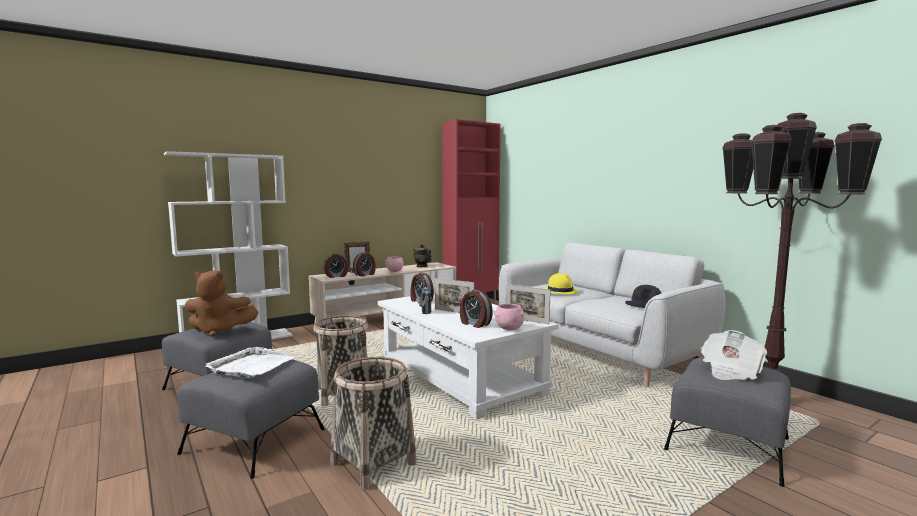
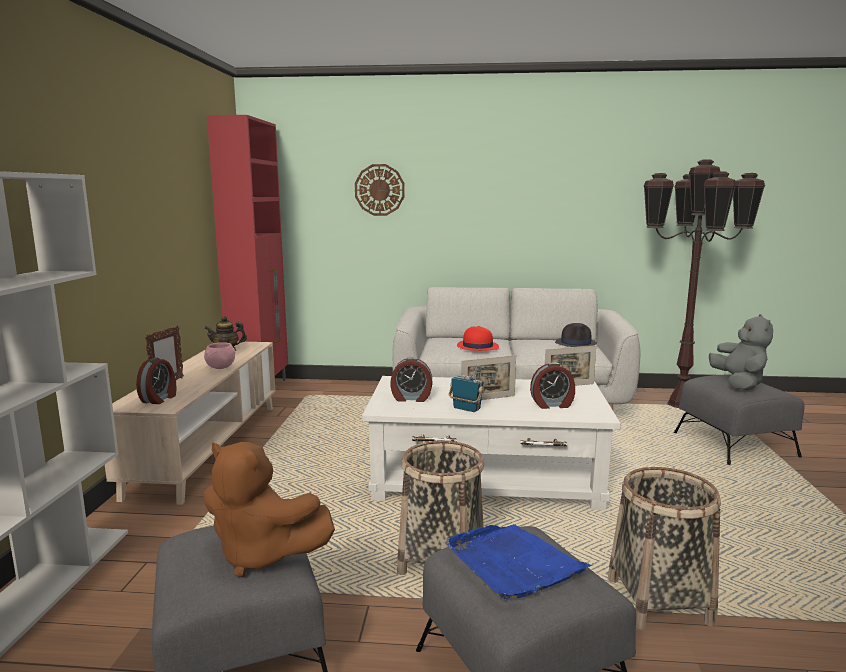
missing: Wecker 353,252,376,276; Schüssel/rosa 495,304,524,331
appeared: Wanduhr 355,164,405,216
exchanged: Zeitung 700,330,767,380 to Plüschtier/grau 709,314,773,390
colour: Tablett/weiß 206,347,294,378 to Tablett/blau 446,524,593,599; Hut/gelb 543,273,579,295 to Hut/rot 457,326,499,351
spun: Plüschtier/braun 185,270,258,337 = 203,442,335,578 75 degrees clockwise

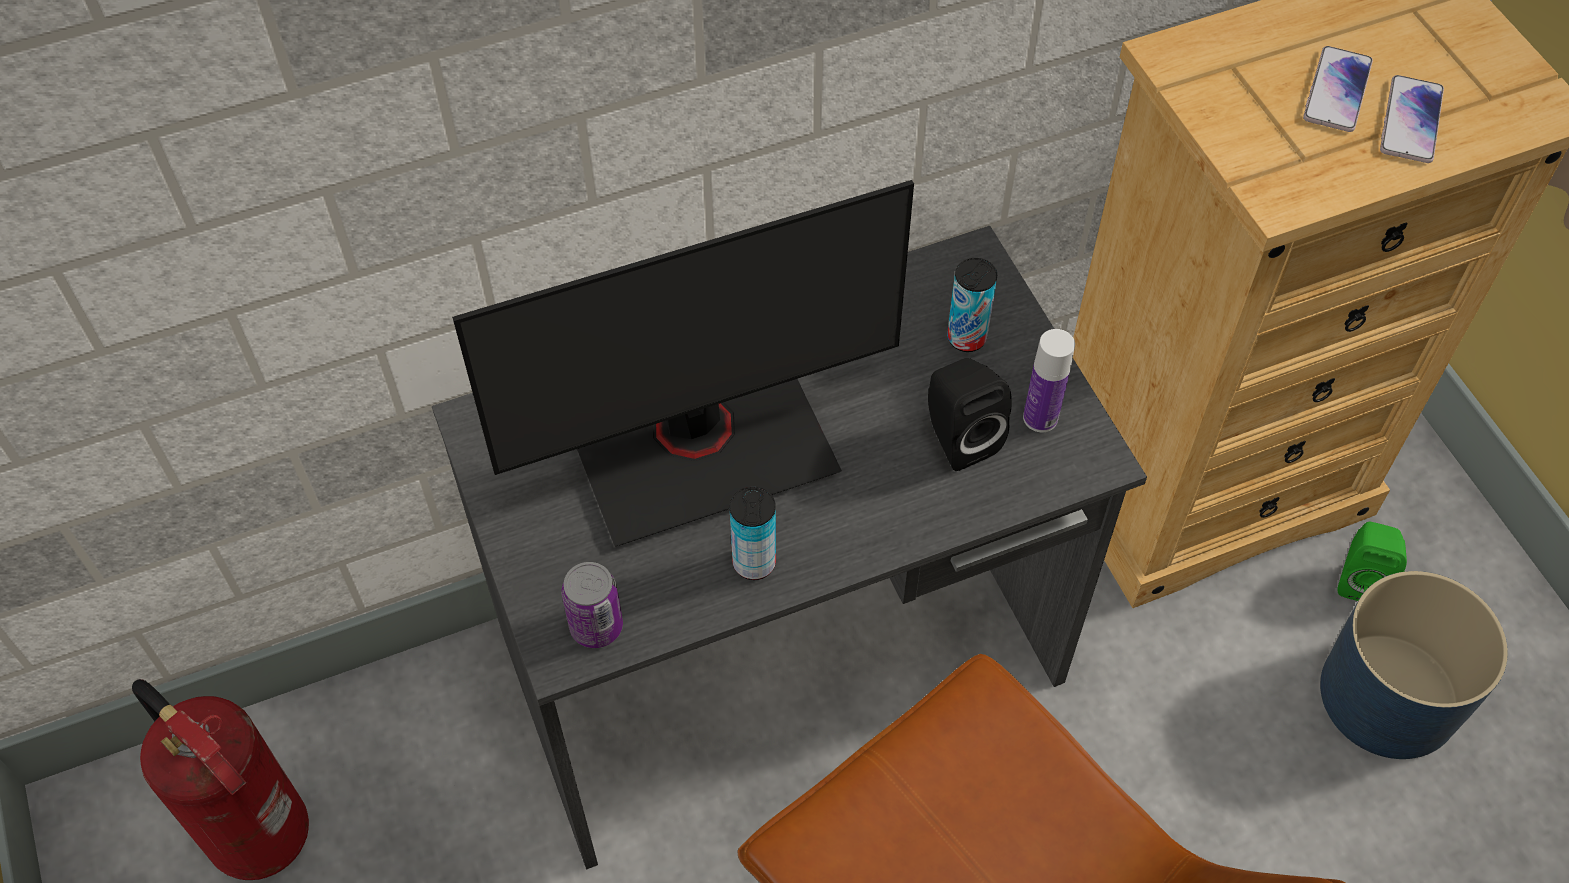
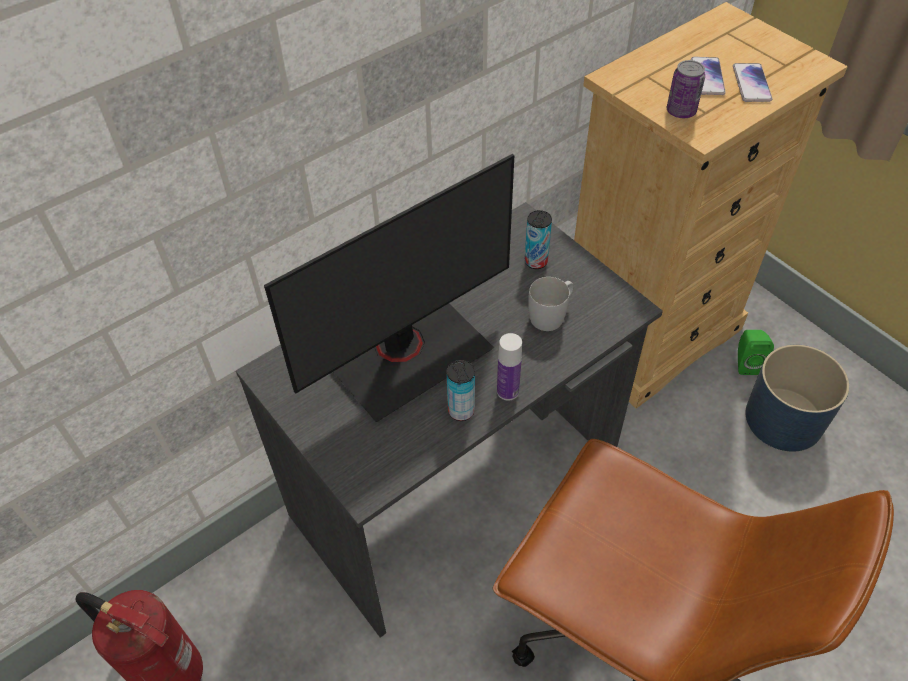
relocated: Dose 561,562,623,648 to 667,60,705,118; Flasche 1023,329,1075,432 to 497,333,522,401
exchanged: Lautsprecher/schwarz 928,358,1012,471 to Henkelbecher/weiß 528,277,574,331

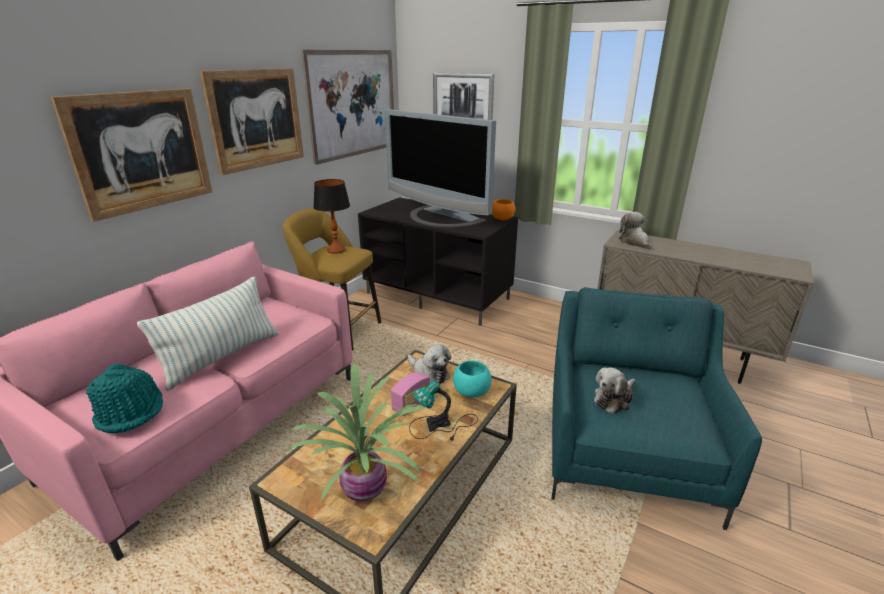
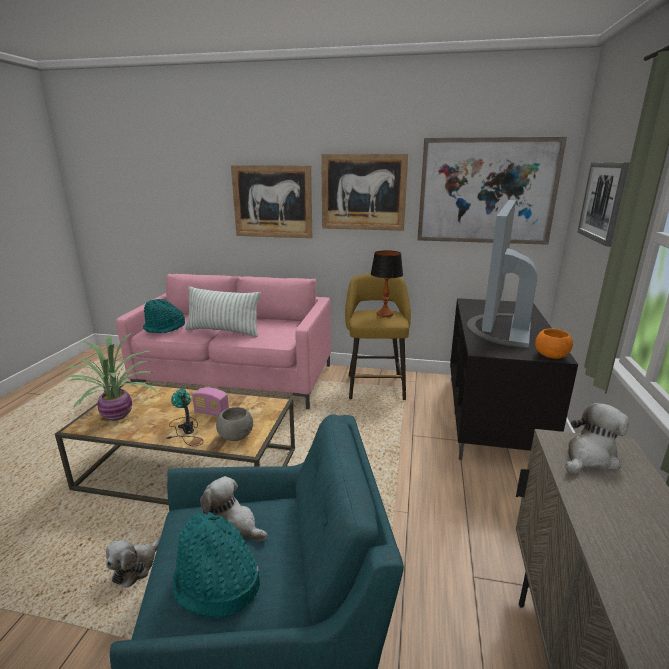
appeared: Hut/türkis 172,512,260,618
relocated: Plüschtier 408,344,451,385 to 106,536,161,588
colour: Schüssel/türkis 453,360,492,398 to Schüssel/grau 216,407,253,441

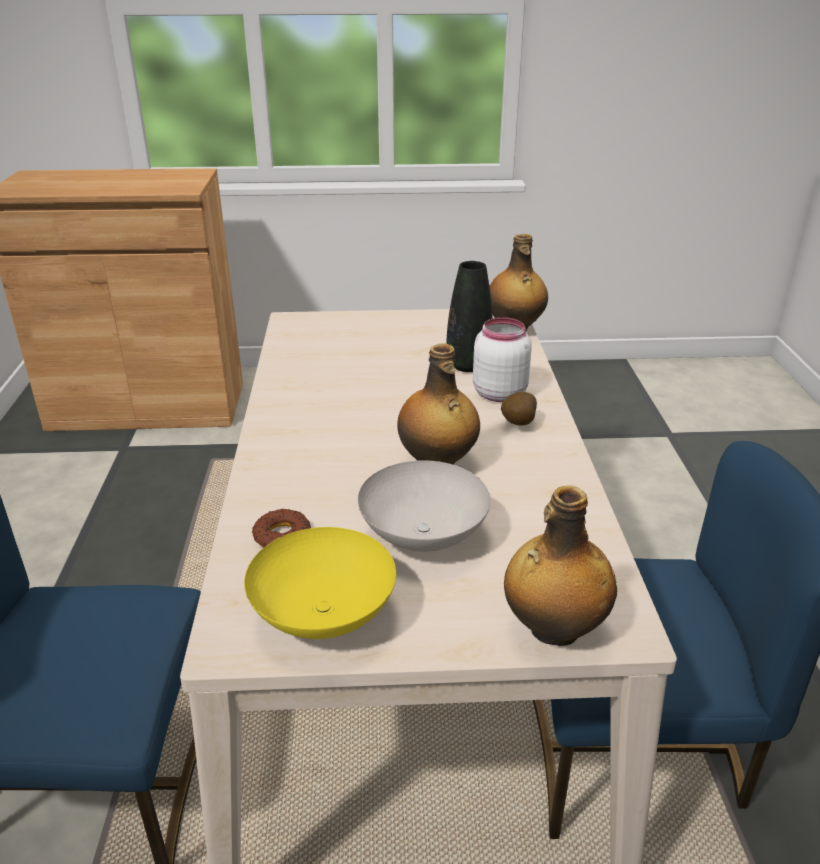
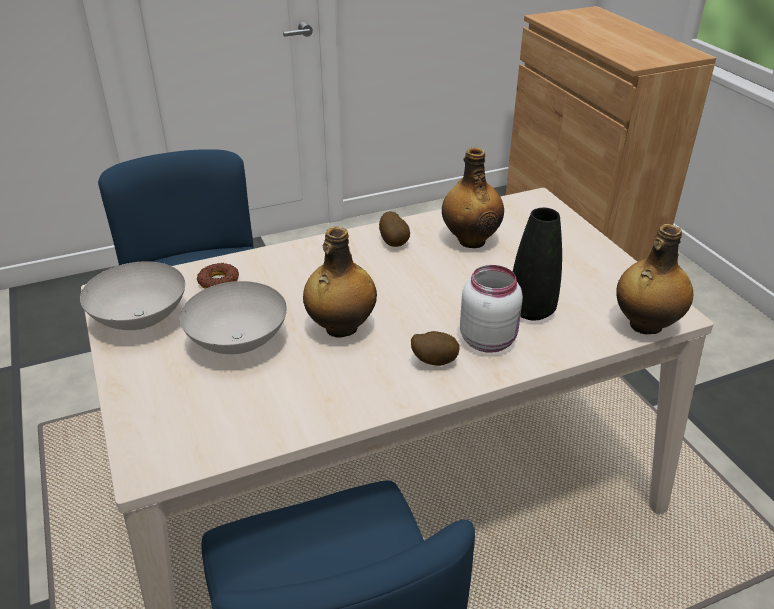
appeared: Kartoffel 379,211,410,247
relocated: Flasche 504,485,617,646 to 442,148,504,248
colour: Schüssel/gelb 244,527,396,639 to Schüssel/weiß 80,261,185,330

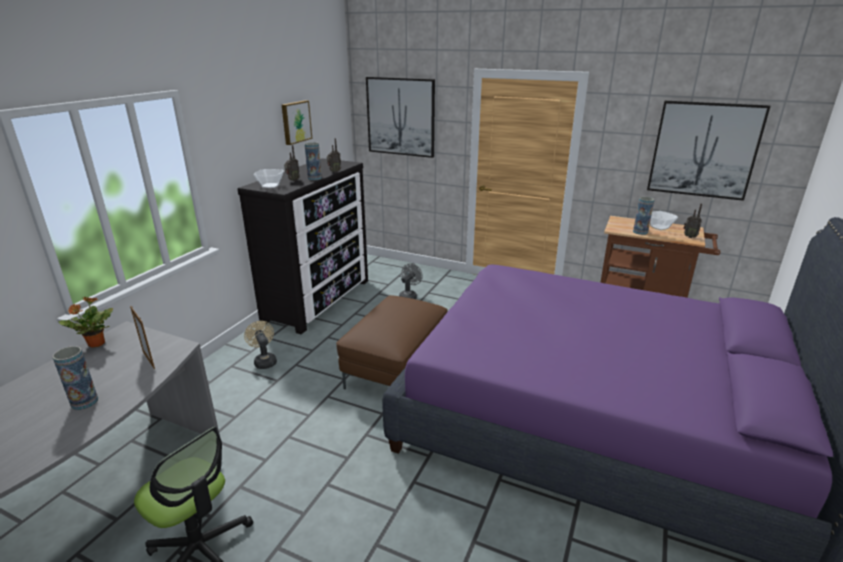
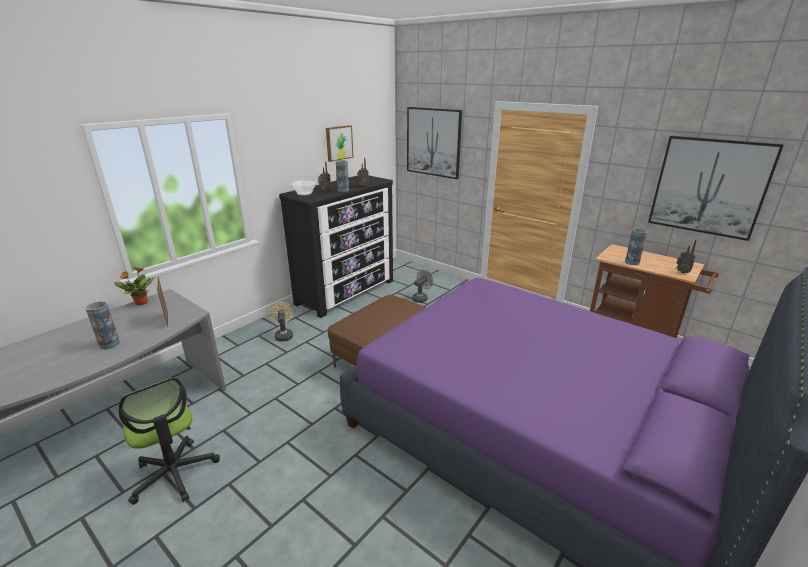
missing: Schüssel 650,211,678,230

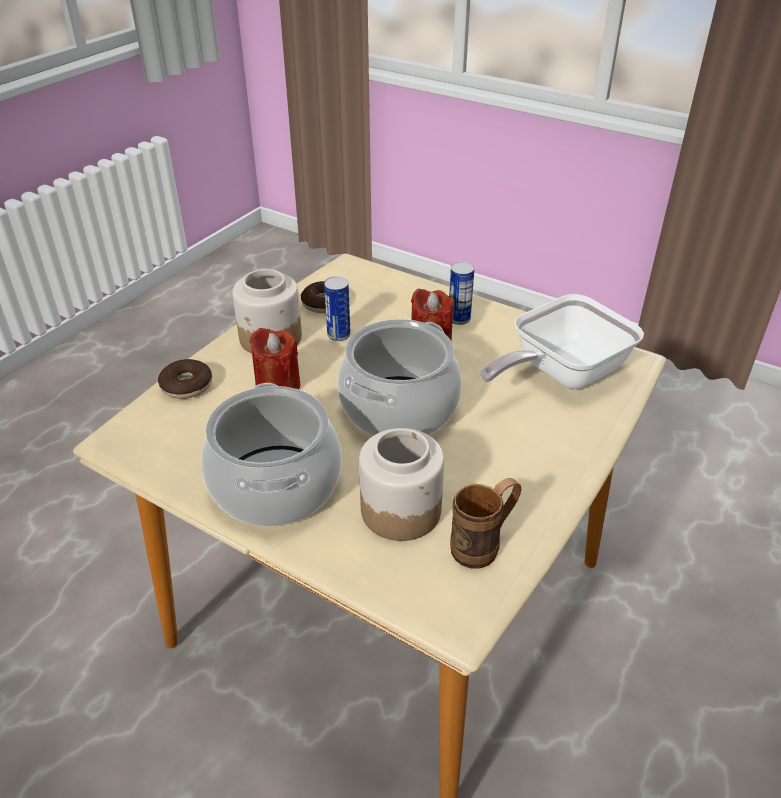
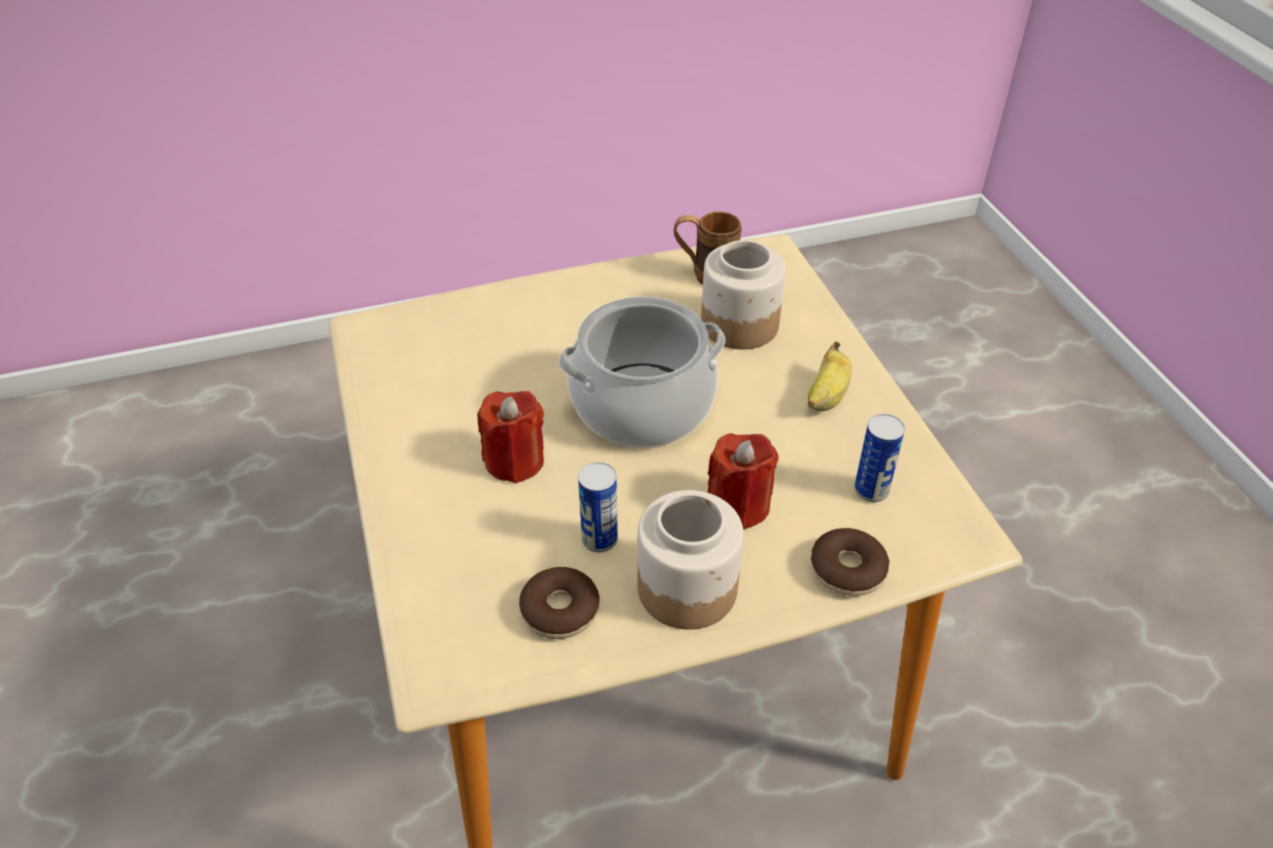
missing: Pfanne 480,294,644,389
relocated: Dose 449,262,475,325 to 854,414,905,502
exchanged: Kochtopf 201,383,341,527 to Banane 808,341,852,411

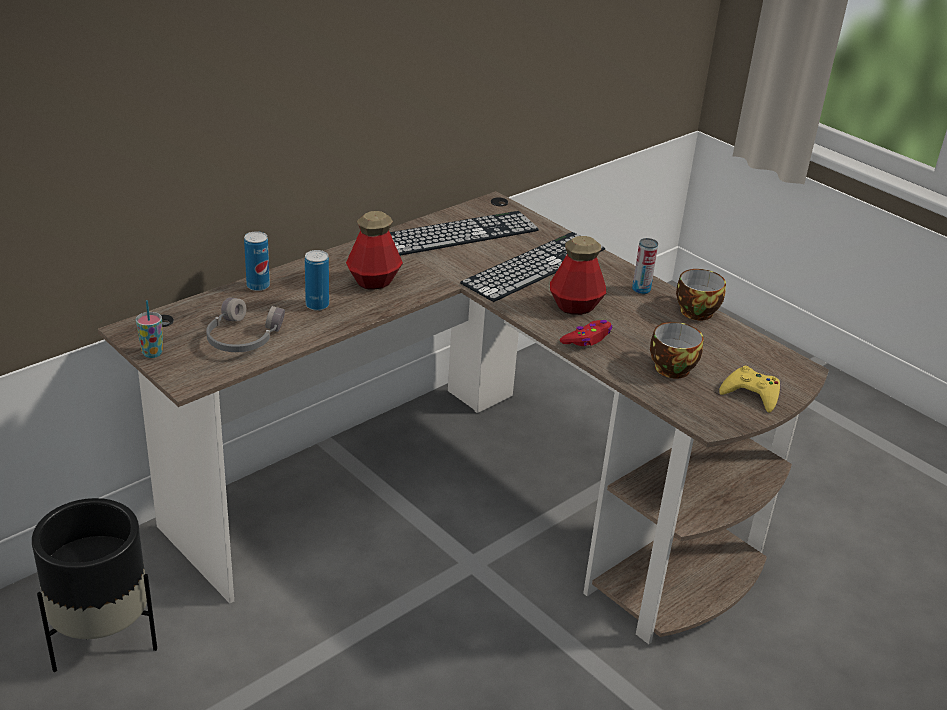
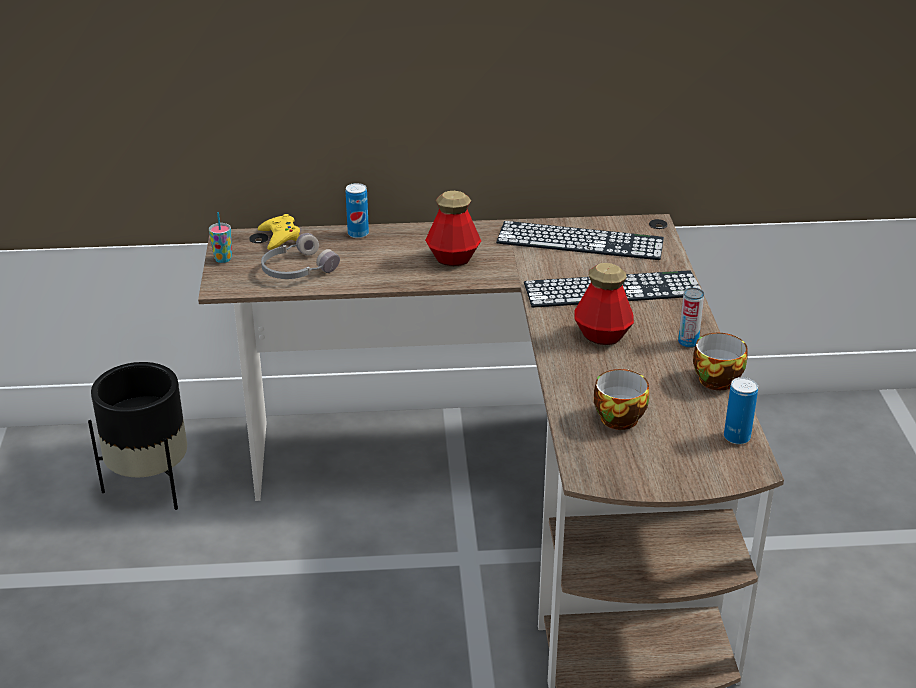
missing: Gamepad/rot 560,320,612,346
relocated: Dose 305,250,329,311 to 724,377,758,444; Gamepad/gelb 719,366,780,413 to 258,214,300,250

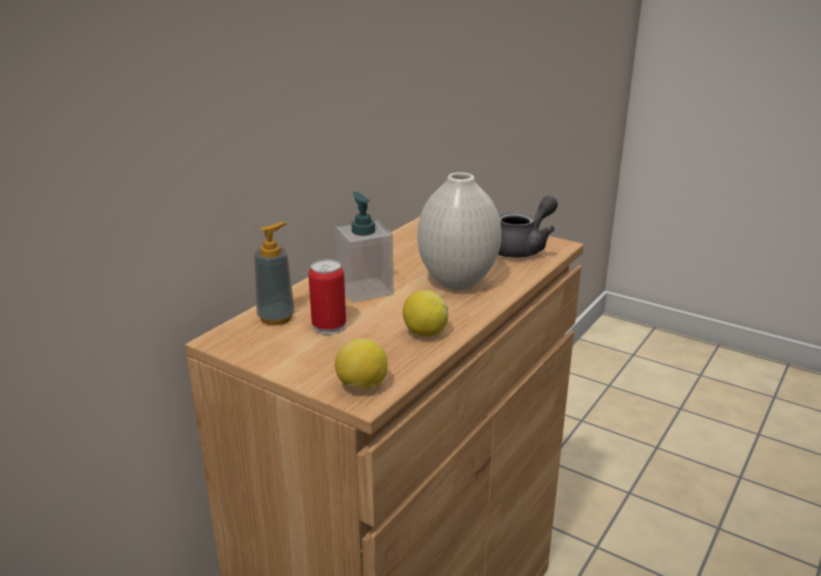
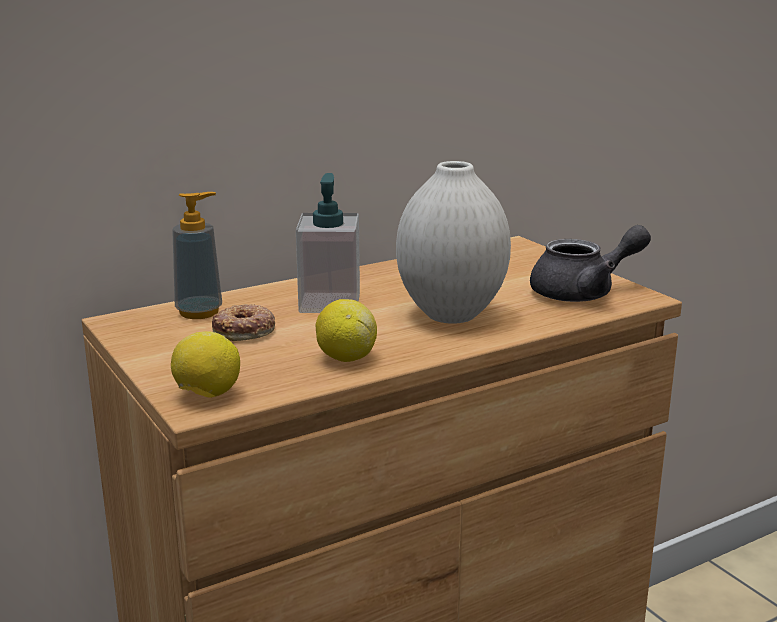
exchanged: Dose 308,260,346,335 to Donut 212,304,275,341

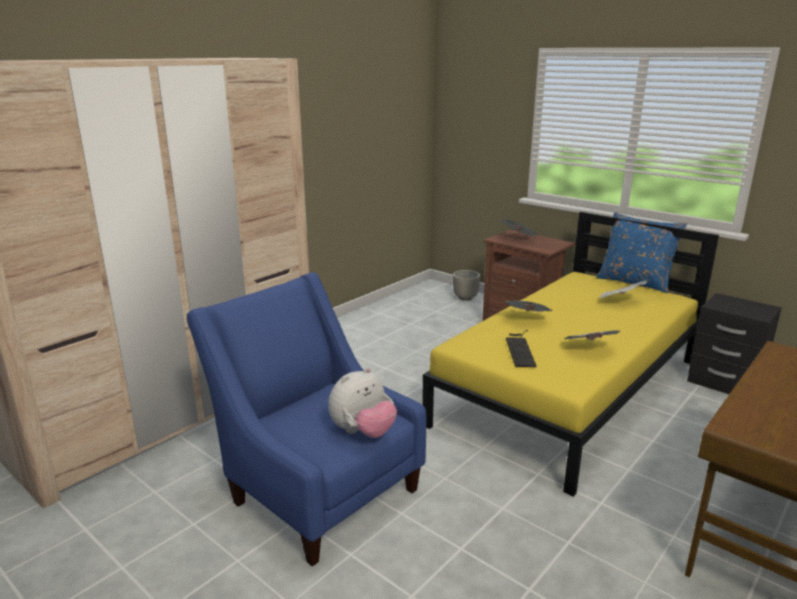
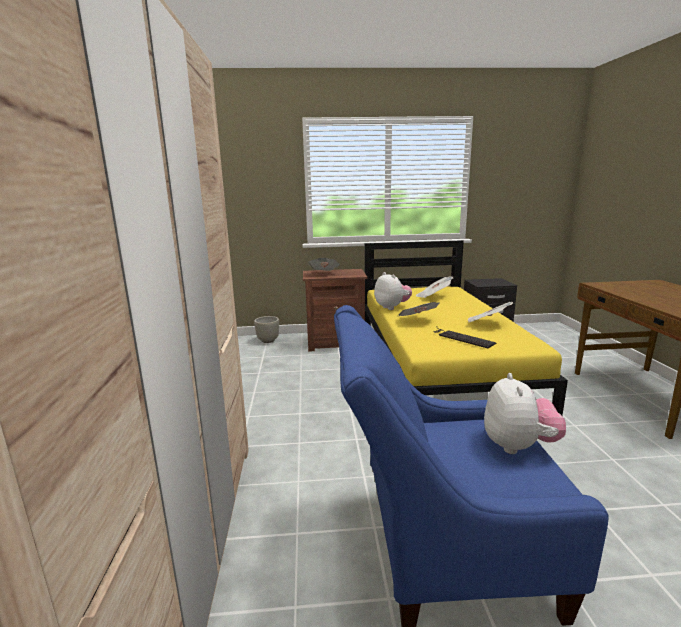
missing: Kissen/blau 596,212,687,293
appeared: Plüschtier 374,272,412,310

